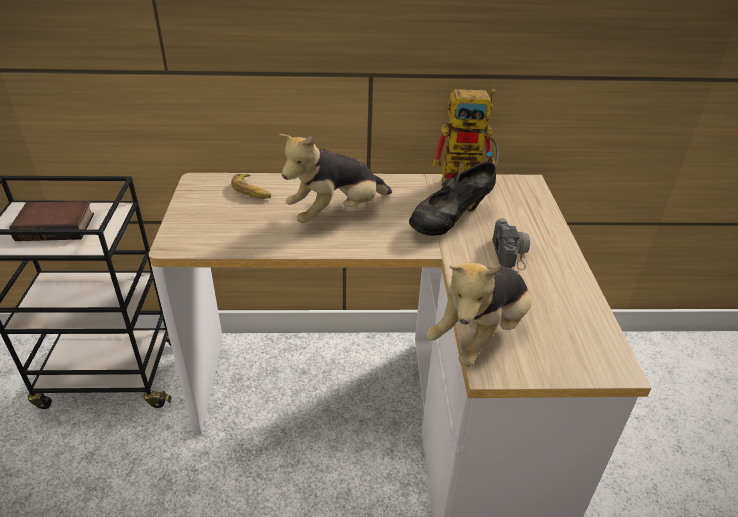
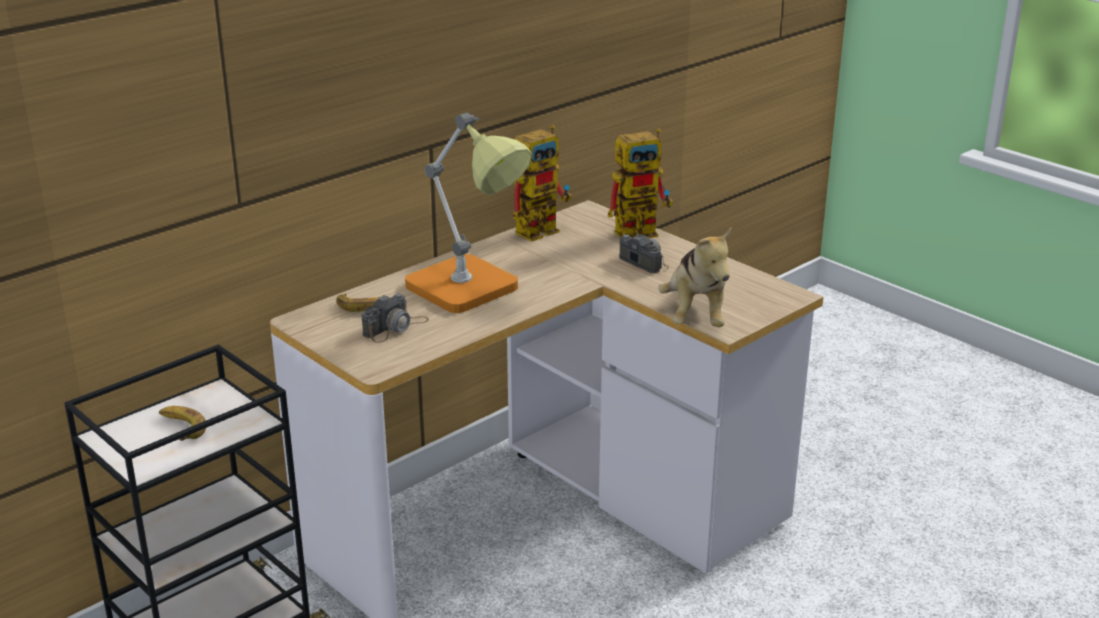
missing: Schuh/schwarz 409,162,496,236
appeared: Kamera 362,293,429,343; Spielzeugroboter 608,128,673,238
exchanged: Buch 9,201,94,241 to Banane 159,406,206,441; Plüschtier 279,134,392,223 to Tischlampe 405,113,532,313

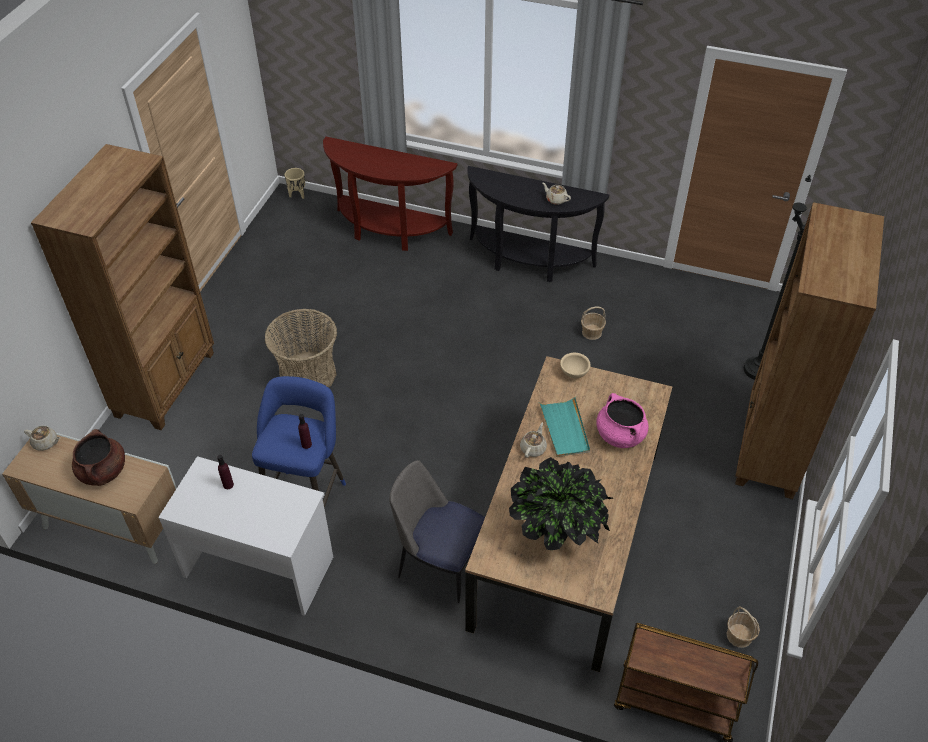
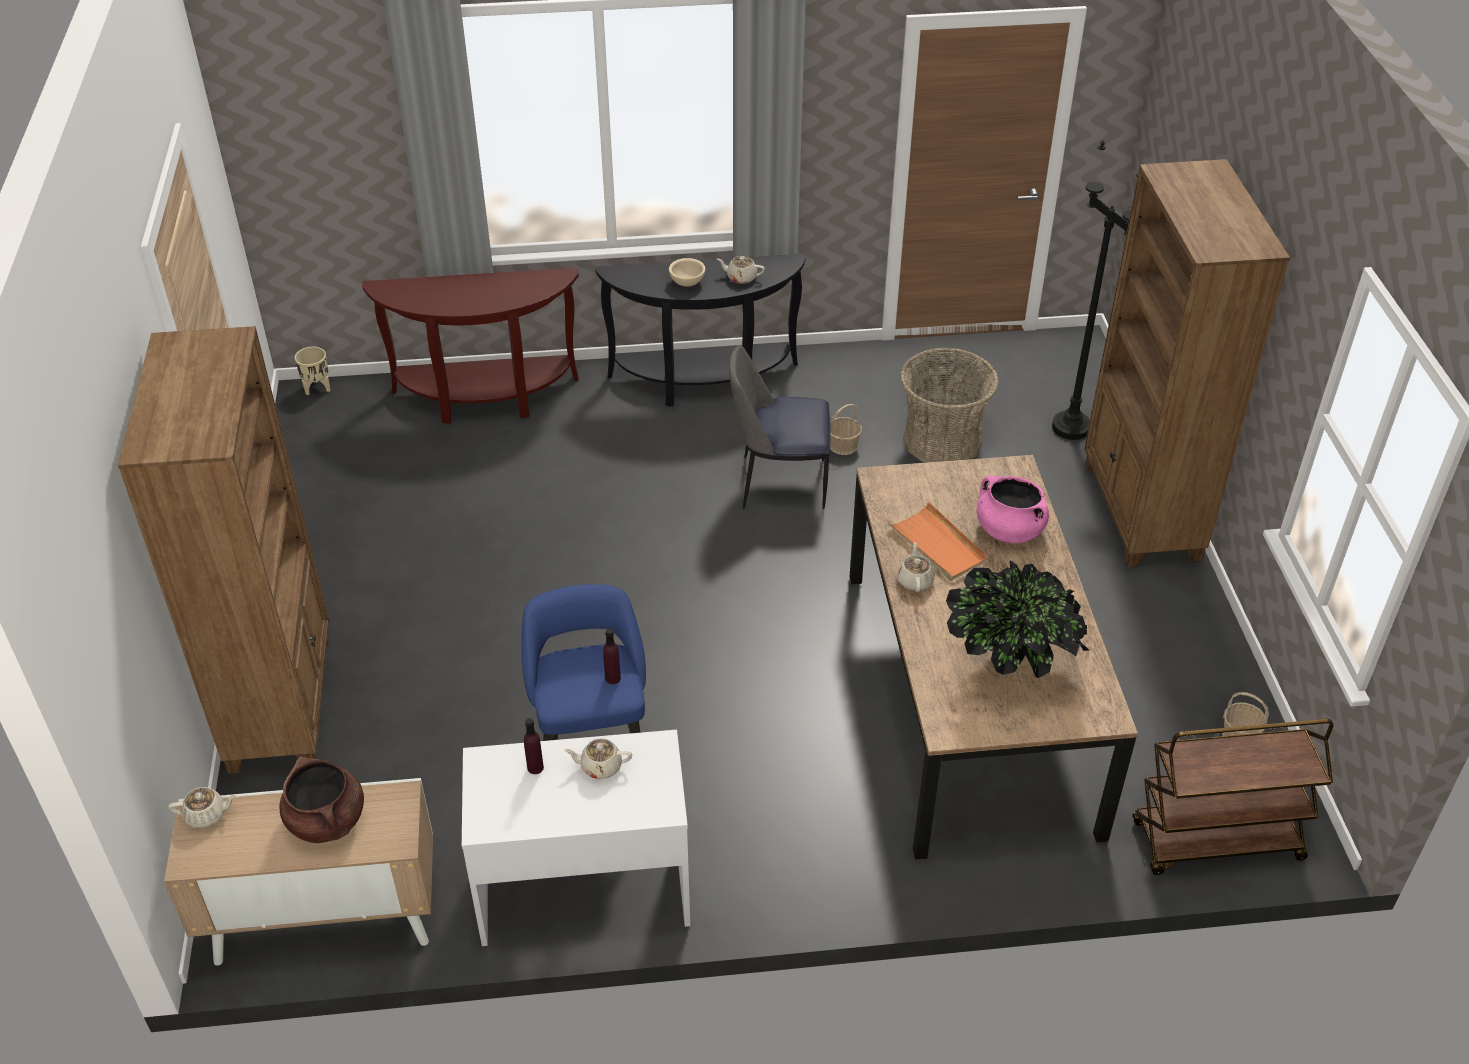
appeared: Teekanne/beige 564,738,632,779
relocated: Korb 264,309,337,388 to 900,348,999,463; Stuhl 389,460,485,603 to 729,345,831,509; Schüssel/beige 560,353,591,378 to 669,258,705,287
colour: Tablett/türkis 539,397,590,457 to Tablett/orange 888,502,988,581

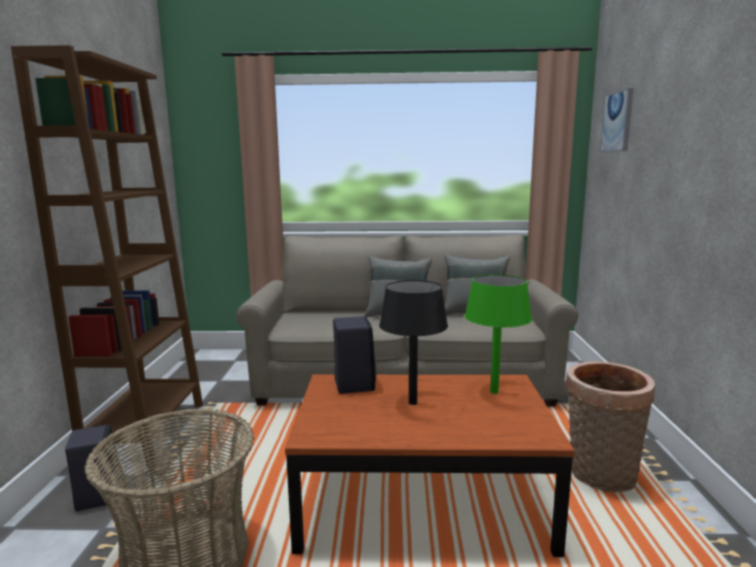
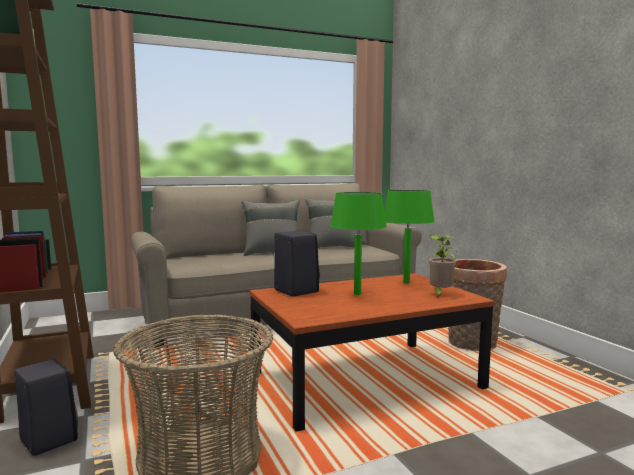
missing: Bild 600,88,634,152
appeared: Topfpflanze 429,235,457,298
colour: Tischlampe/schwarz 379,280,448,405 to Tischlampe/grün 330,192,387,295

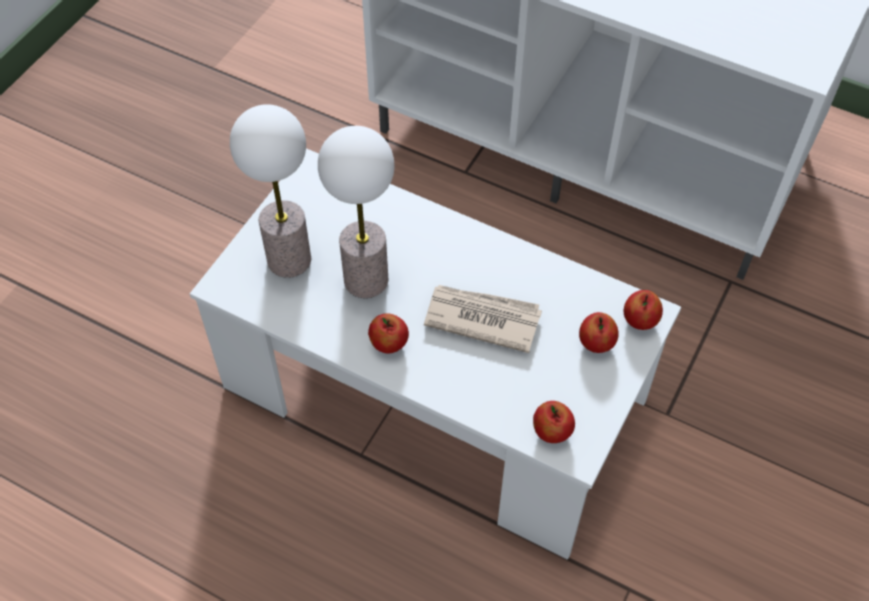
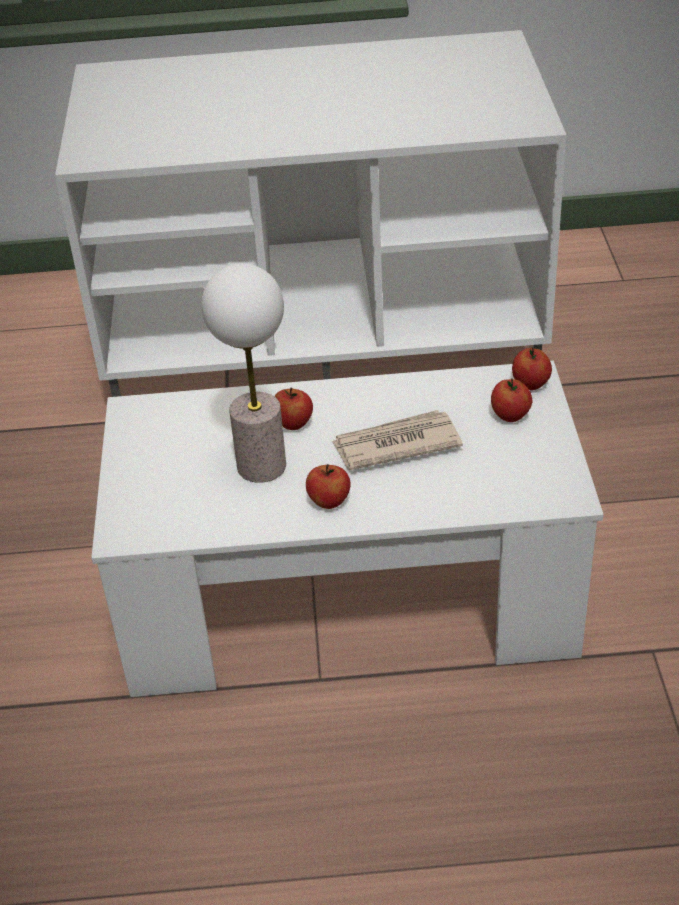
missing: Tischlampe 230,104,311,278
relocated: Apfel 533,401,575,443 to 275,388,313,430

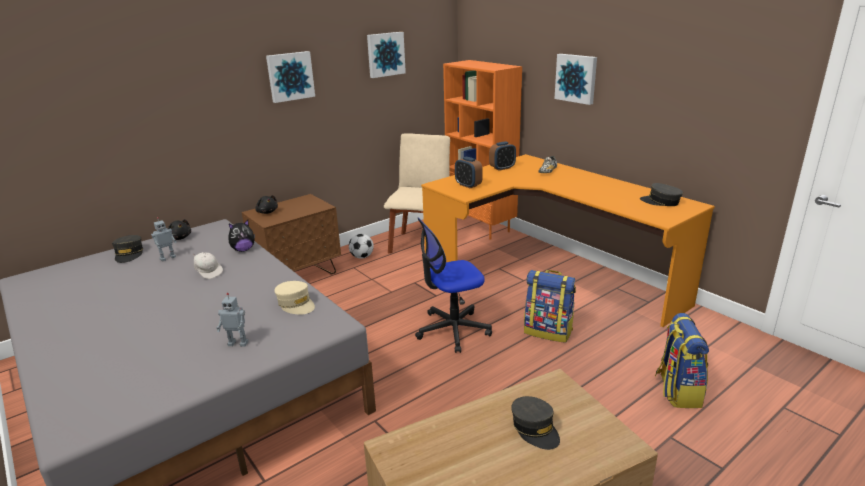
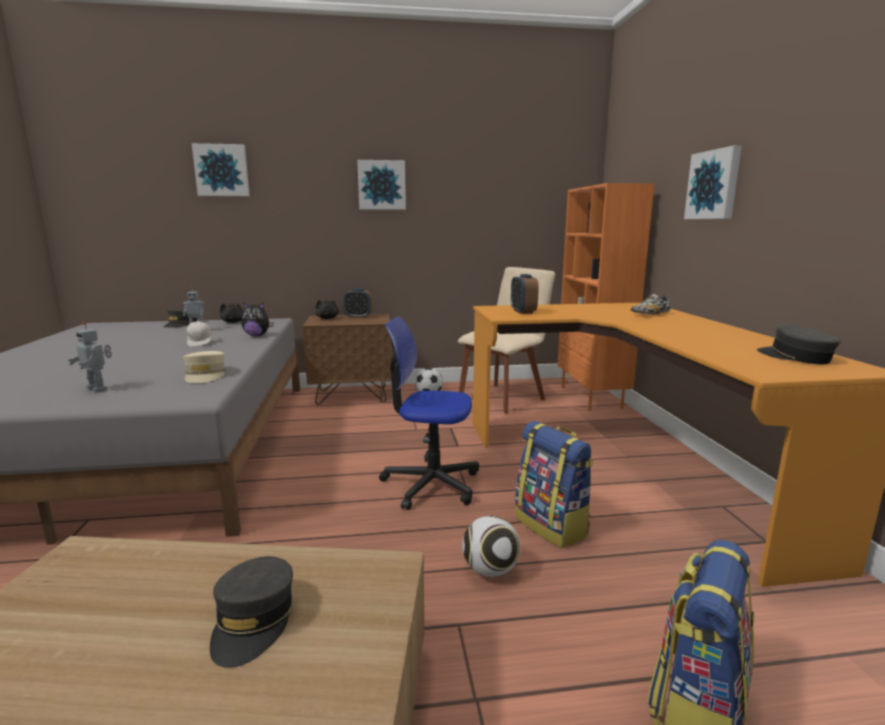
appeared: Fußball 462,516,521,577
relocated: Bild 367,32,406,78 to 192,143,250,196; Wecker 489,141,516,171 to 343,288,372,318

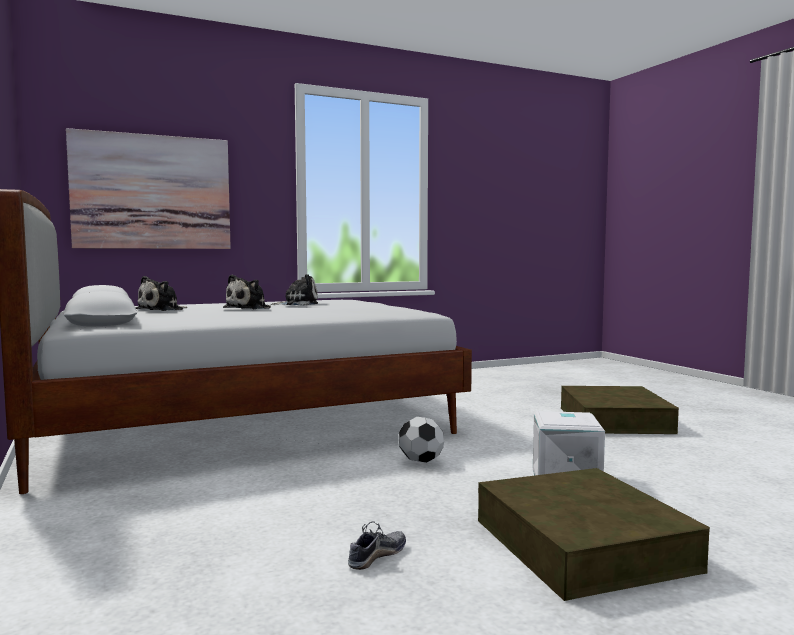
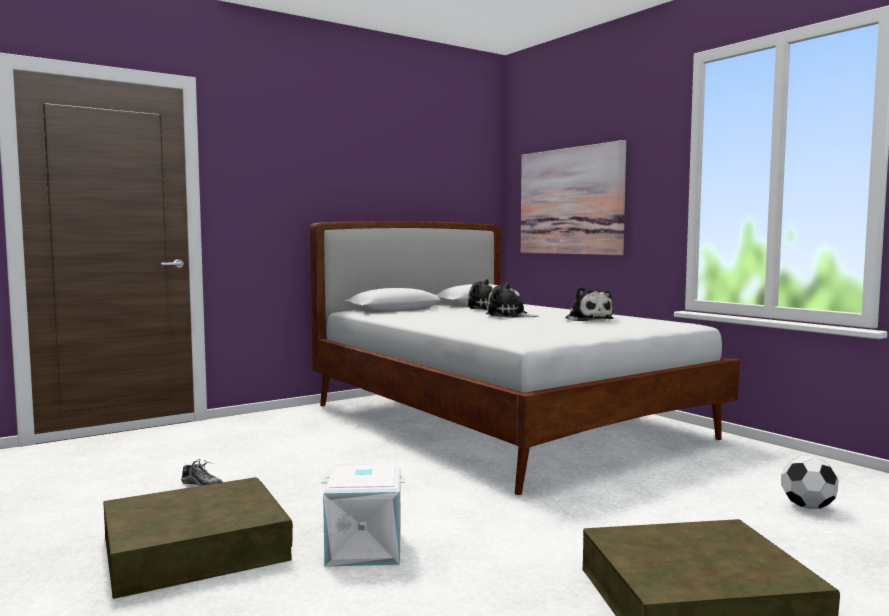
relocated: Fußball 399,417,444,463 to 781,456,838,509

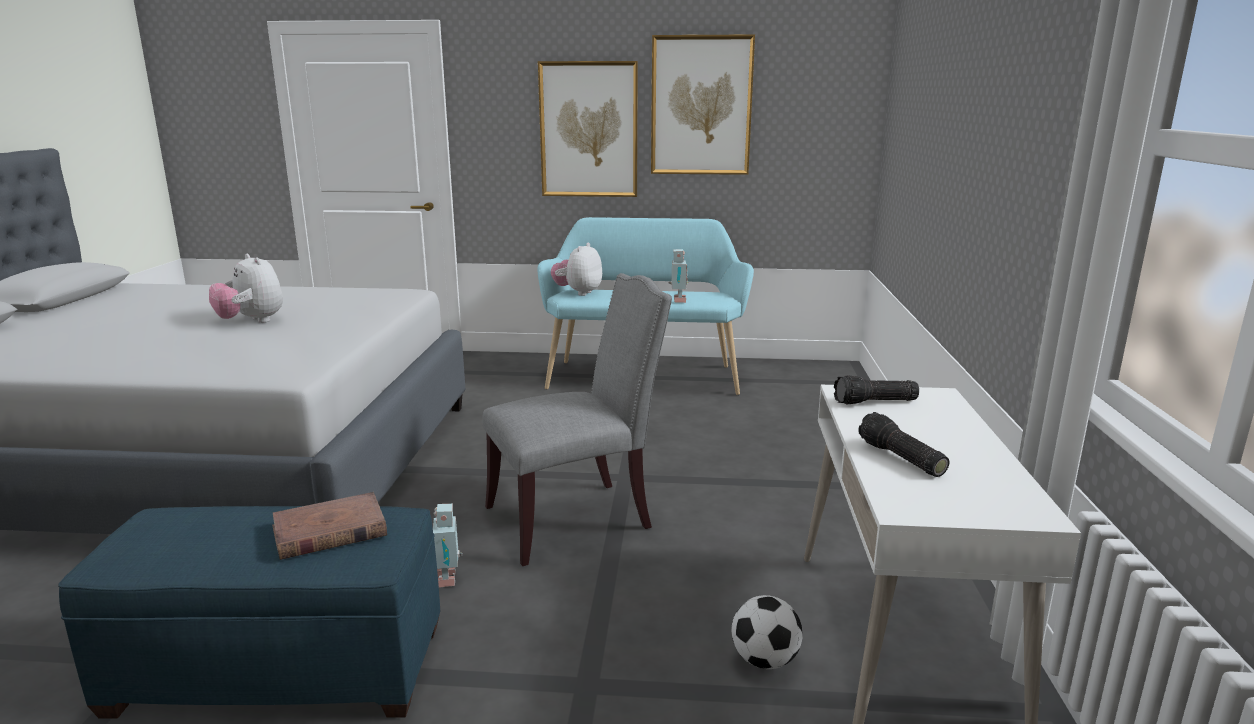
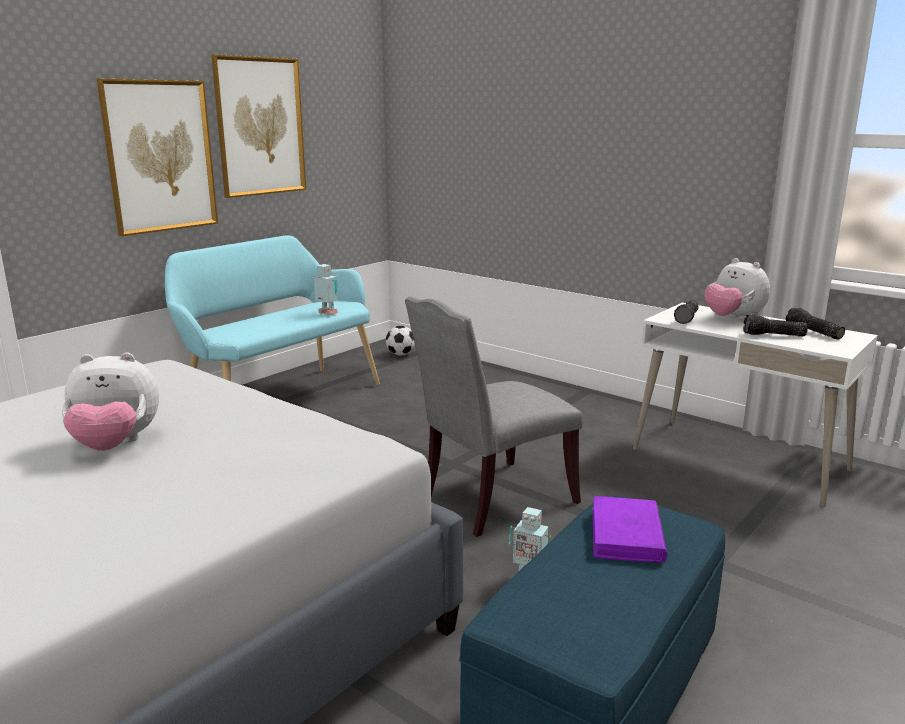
appeared: Taschenlampe 786,307,845,339
relocated: Plüschtier 551,243,602,296 to 704,258,770,320; Fußball 731,595,803,669 to 386,326,415,355
colour: Buch/braun 272,492,387,560 to Buch/lila 593,496,667,563
spun: Stuhl/grau 483,273,672,566 = 405,296,583,537 135 degrees counterclockwise

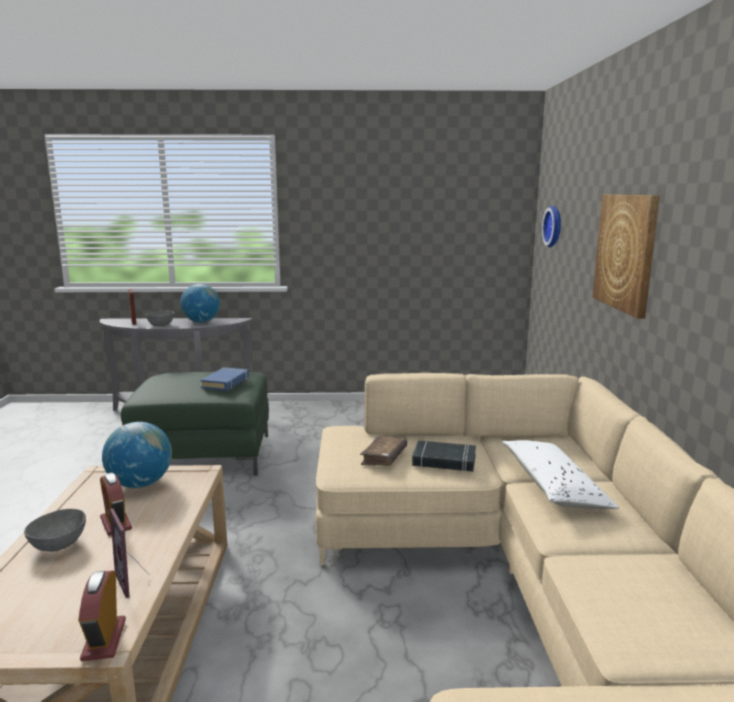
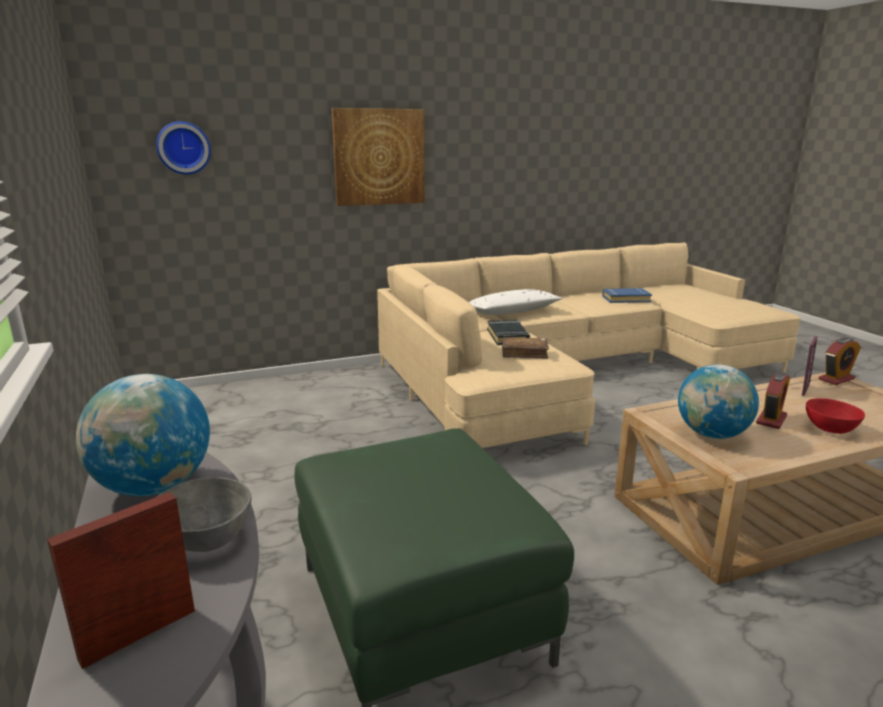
relocated: Buch/blau 200,367,249,391 to 602,288,652,303
colour: Schüssel/grau 24,509,86,552 to Schüssel/rot 806,398,865,434

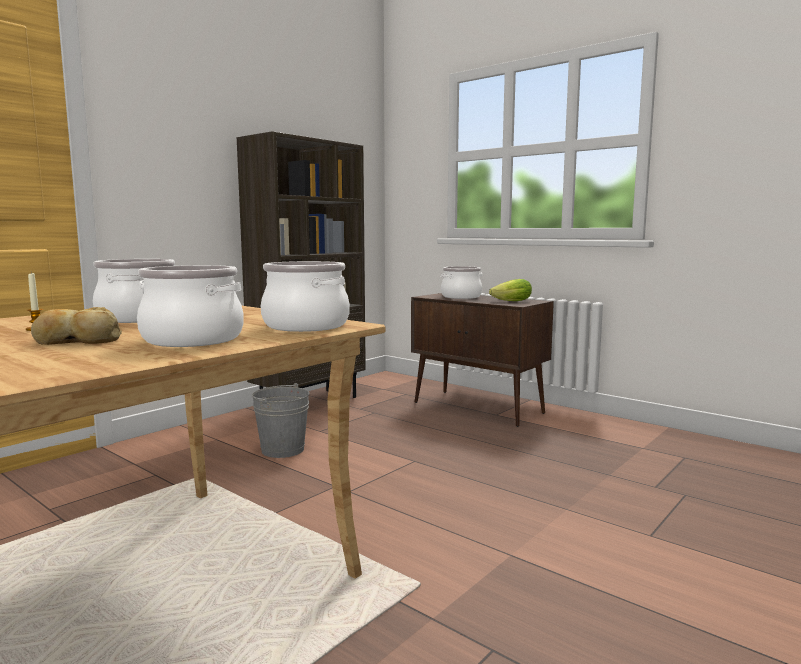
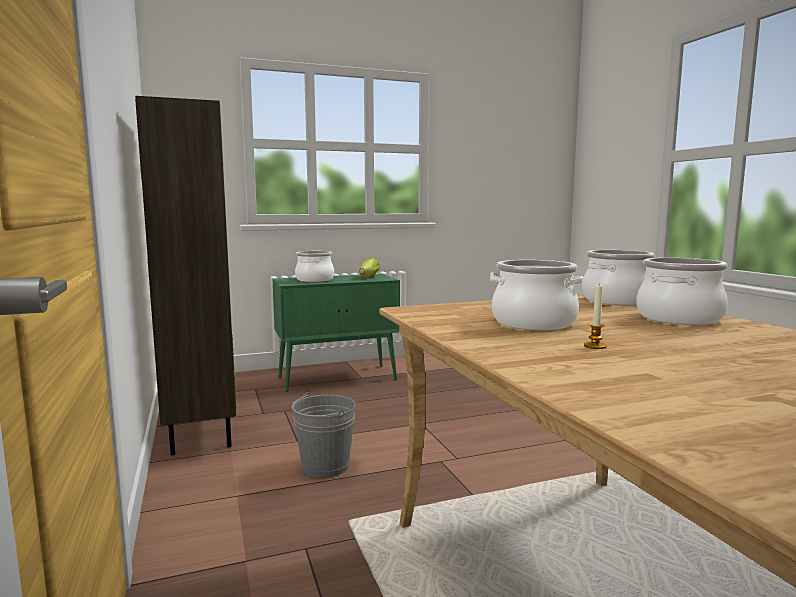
missing: Brot 31,307,122,345
colour: Schrank/braun 411,293,554,427 to Schrank/grün 273,274,400,392

